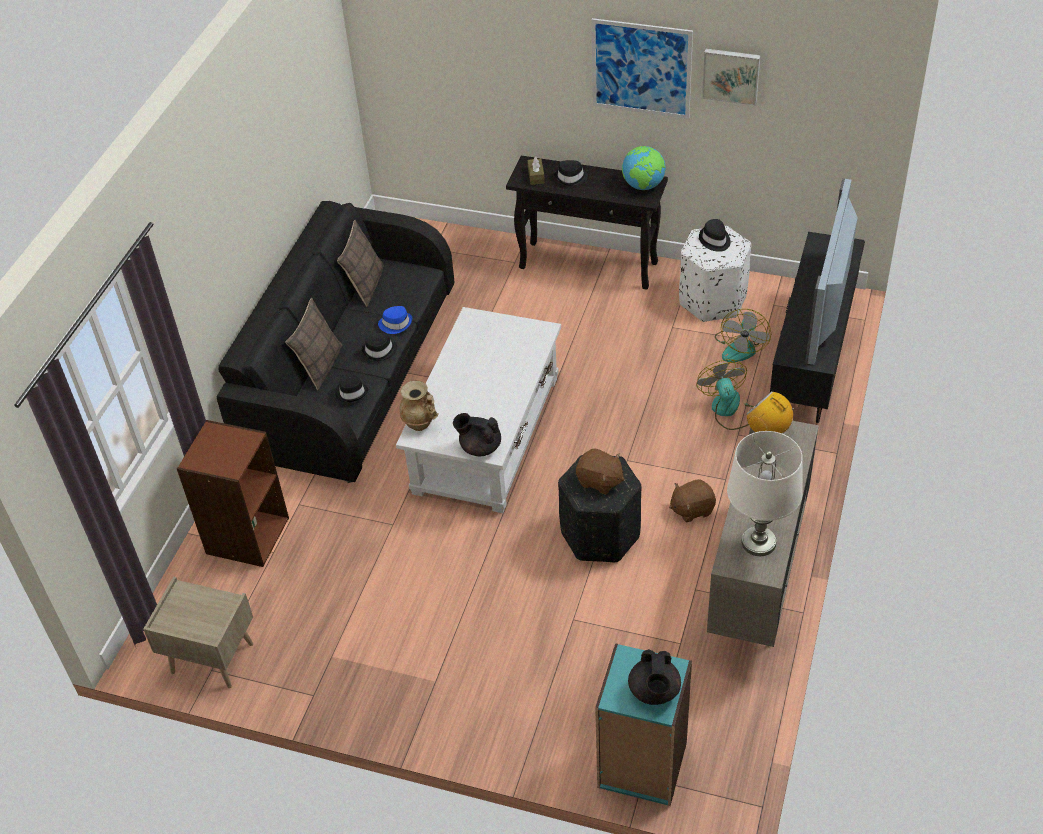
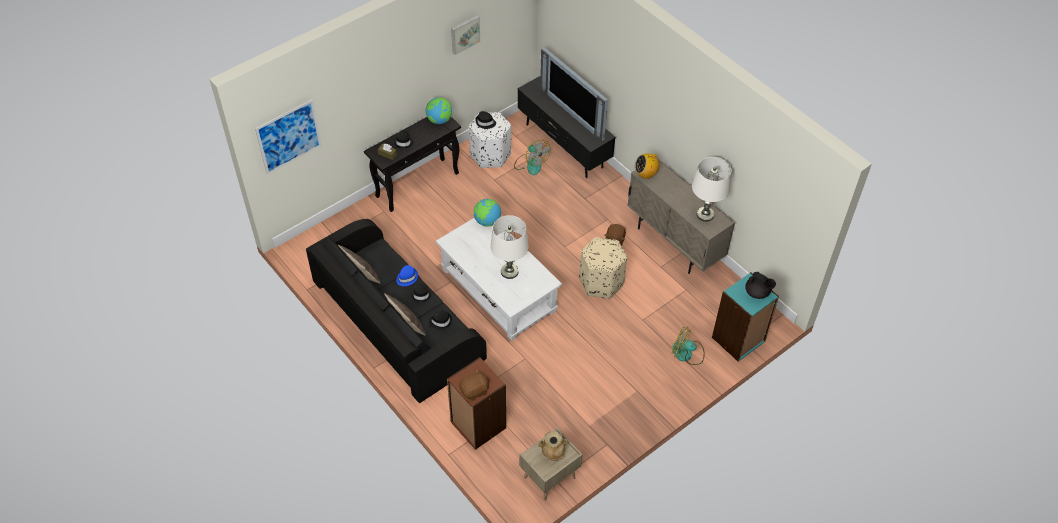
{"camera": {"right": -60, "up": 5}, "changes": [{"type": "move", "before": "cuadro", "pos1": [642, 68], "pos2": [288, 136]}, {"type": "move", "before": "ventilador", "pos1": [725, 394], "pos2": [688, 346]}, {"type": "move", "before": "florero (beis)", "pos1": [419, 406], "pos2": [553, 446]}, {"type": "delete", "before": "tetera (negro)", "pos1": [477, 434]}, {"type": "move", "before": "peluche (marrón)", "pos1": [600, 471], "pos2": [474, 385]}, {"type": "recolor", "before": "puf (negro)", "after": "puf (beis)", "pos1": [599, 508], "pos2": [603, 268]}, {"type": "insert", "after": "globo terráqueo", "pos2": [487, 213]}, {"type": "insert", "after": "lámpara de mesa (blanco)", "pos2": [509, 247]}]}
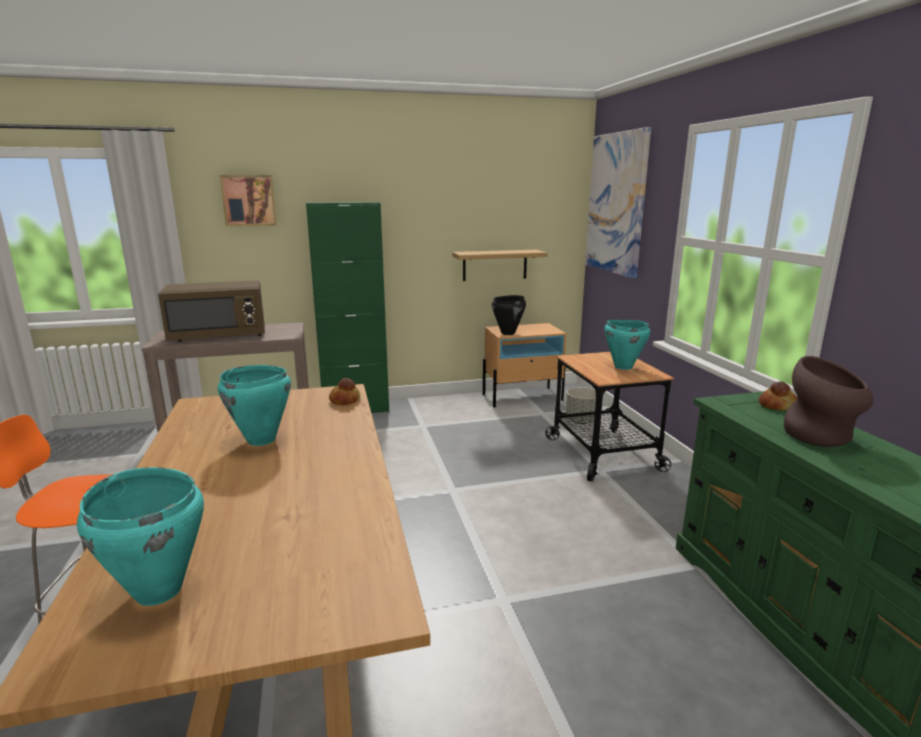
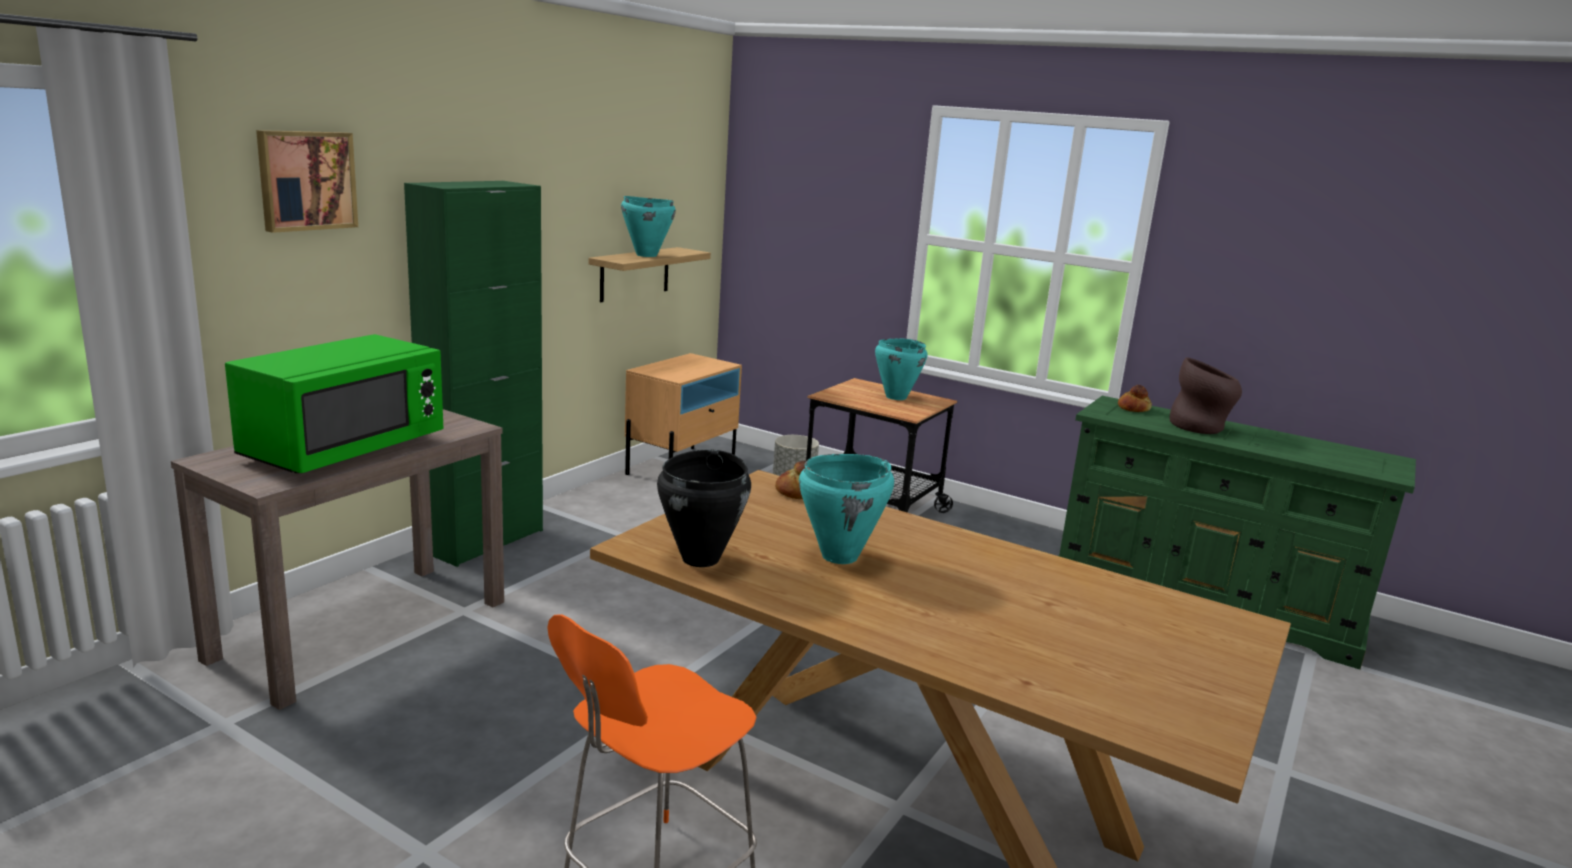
{"camera": {"right": -45, "up": 0}, "changes": [{"type": "delete", "before": "cuadro", "pos1": [618, 202]}, {"type": "recolor", "before": "microondas (marrón)", "after": "microondas (verde)", "pos1": [211, 311], "pos2": [334, 403]}, {"type": "move", "before": "olla (negro)", "pos1": [509, 315], "pos2": [704, 508]}, {"type": "move", "before": "olla (turquesa)", "pos1": [140, 536], "pos2": [648, 226]}]}
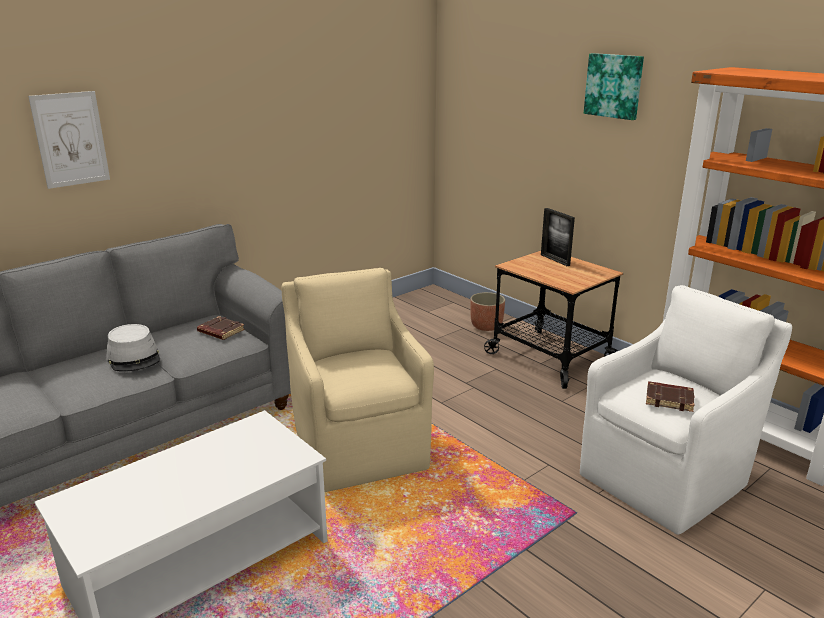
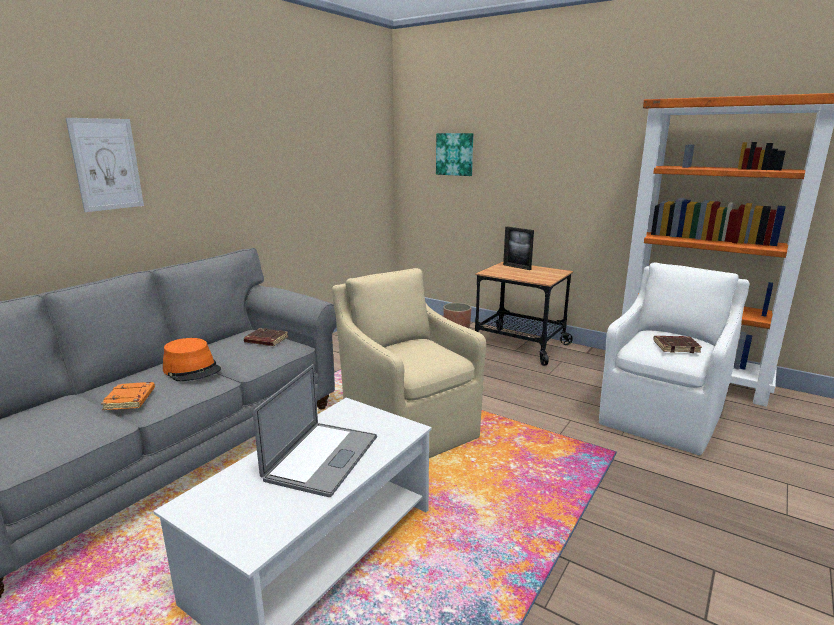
{"camera": {"right": -15, "up": -5}, "changes": [{"type": "move", "before": "cuadro", "pos1": [614, 86], "pos2": [454, 154]}, {"type": "recolor", "before": "sombrero (gris)", "after": "sombrero (naranja)", "pos1": [134, 347], "pos2": [192, 359]}, {"type": "insert", "after": "portátil", "pos2": [315, 430]}, {"type": "insert", "after": "libro (naranja)", "pos2": [128, 396]}]}
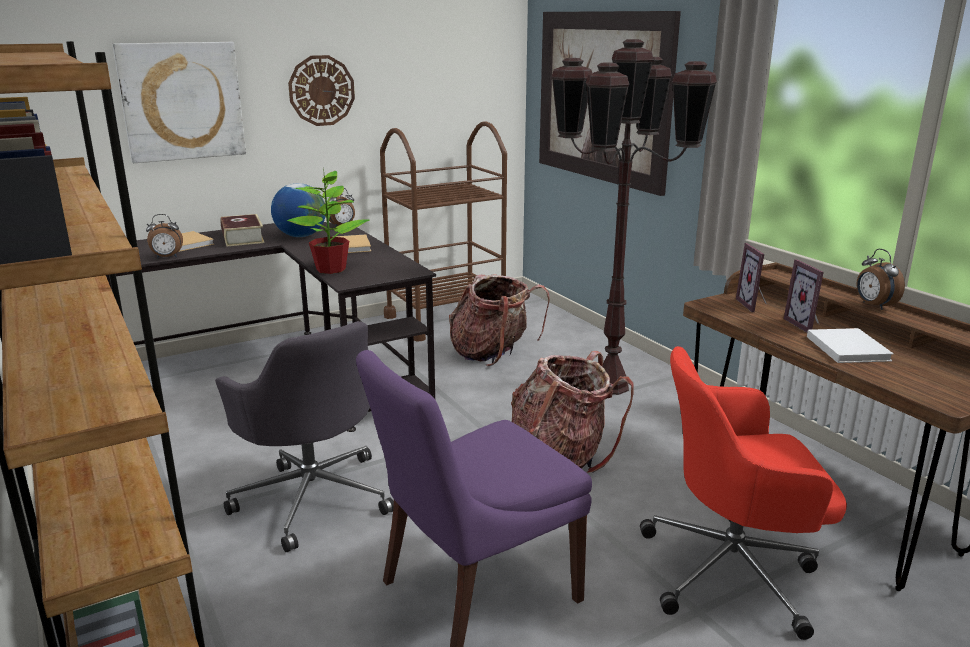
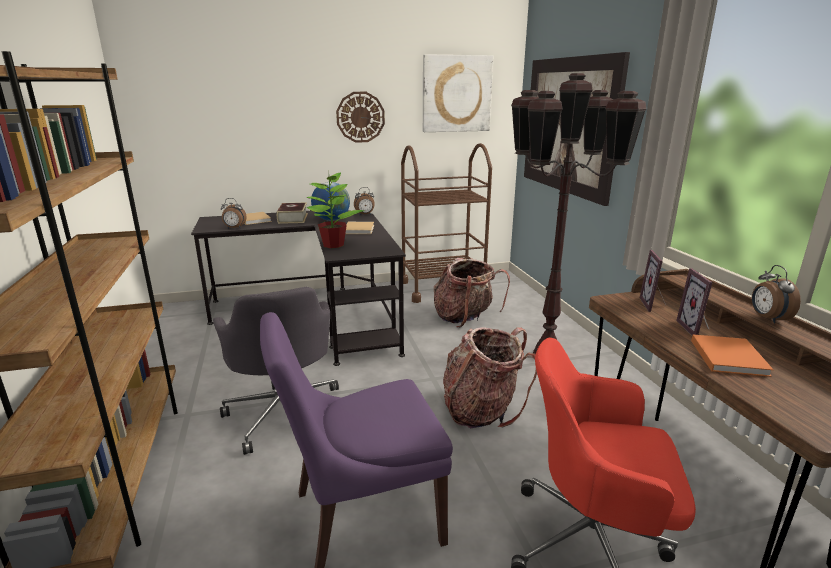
{"camera": {"right": 15, "up": 0}, "changes": [{"type": "move", "before": "cuadro", "pos1": [179, 102], "pos2": [458, 93]}, {"type": "recolor", "before": "libro (blanco)", "after": "libro (naranja)", "pos1": [850, 345], "pos2": [732, 355]}]}
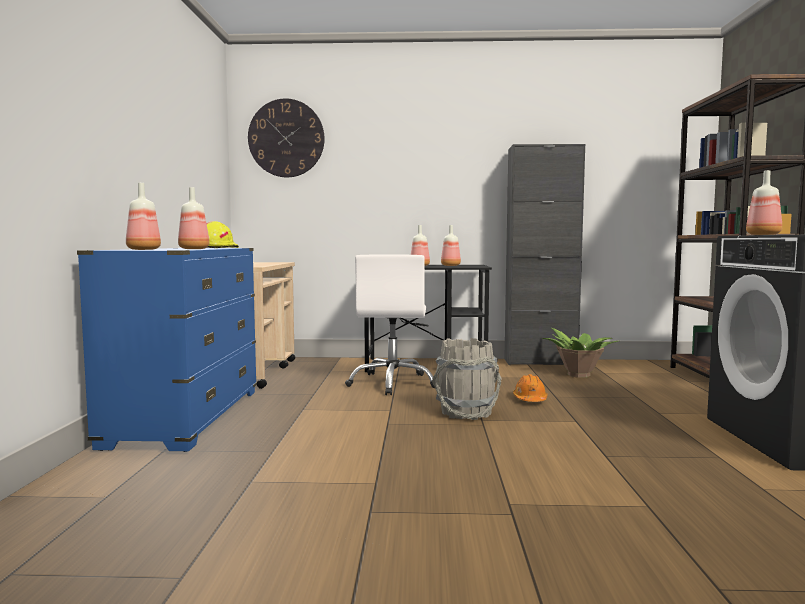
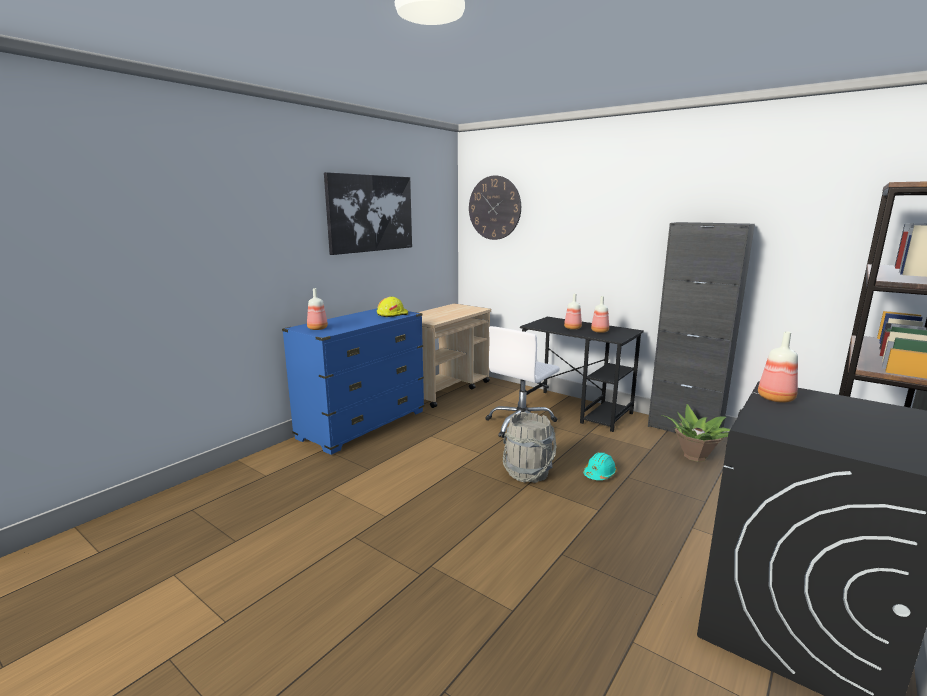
{"camera": {"right": 35, "up": 10}, "changes": [{"type": "delete", "before": "botella", "pos1": [194, 218]}, {"type": "recolor", "before": "casco (naranja)", "after": "casco (turquesa)", "pos1": [530, 388], "pos2": [600, 466]}, {"type": "insert", "after": "cuadro", "pos2": [368, 213]}]}
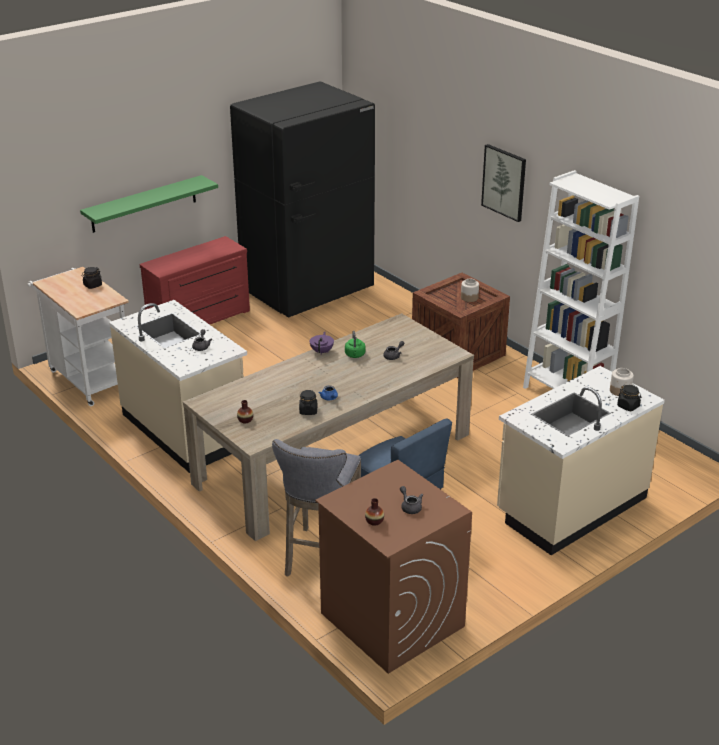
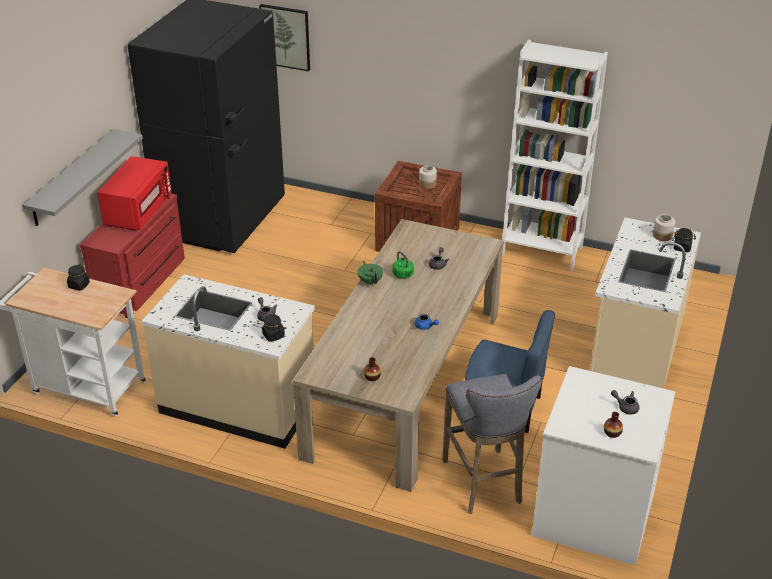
{"camera": {"right": -30, "up": 5}, "changes": [{"type": "move", "before": "cuadro", "pos1": [503, 183], "pos2": [284, 37]}, {"type": "recolor", "before": "estante (verde)", "after": "estante (gris)", "pos1": [149, 204], "pos2": [83, 177]}, {"type": "recolor", "before": "tetera (morado)", "after": "tetera (verde)", "pos1": [322, 343], "pos2": [370, 272]}, {"type": "move", "before": "tarro (negro)", "pos1": [308, 402], "pos2": [273, 328]}, {"type": "recolor", "before": "lavadora (marrón)", "after": "lavadora (blanco)", "pos1": [393, 567], "pos2": [603, 466]}, {"type": "insert", "after": "microondas (rojo)", "pos2": [134, 193]}]}
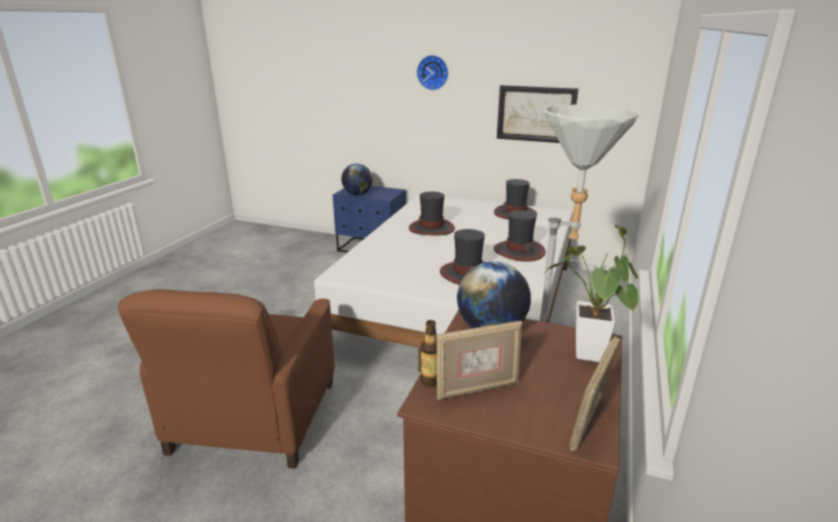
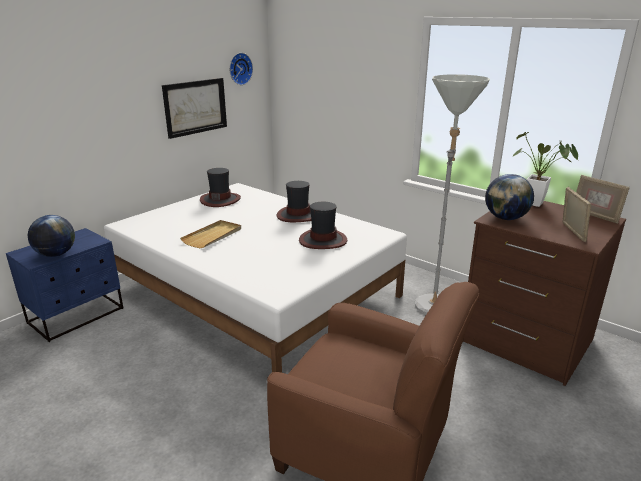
{"camera": {"right": -70, "up": 0}, "changes": [{"type": "move", "before": "reloj de pared", "pos1": [432, 72], "pos2": [241, 69]}, {"type": "replace", "before": "sombrero", "after": "bandeja (beis)", "pos1": [432, 213], "pos2": [210, 234]}, {"type": "delete", "before": "botella", "pos1": [428, 353]}]}
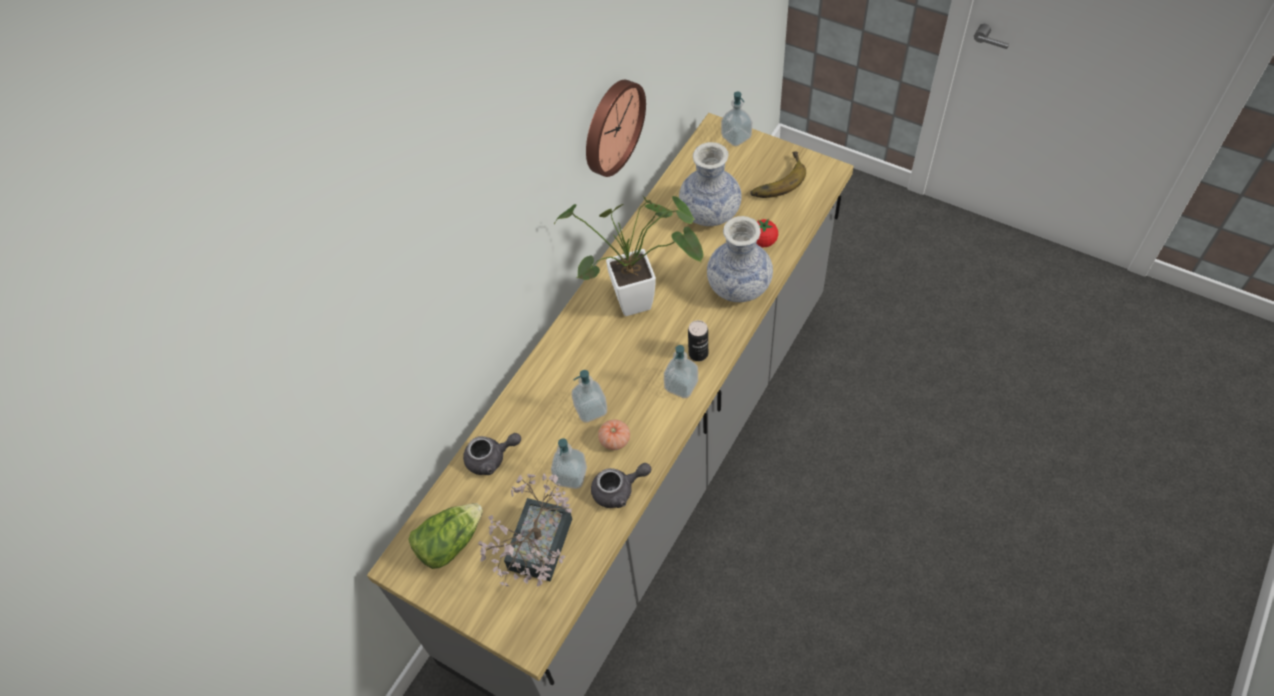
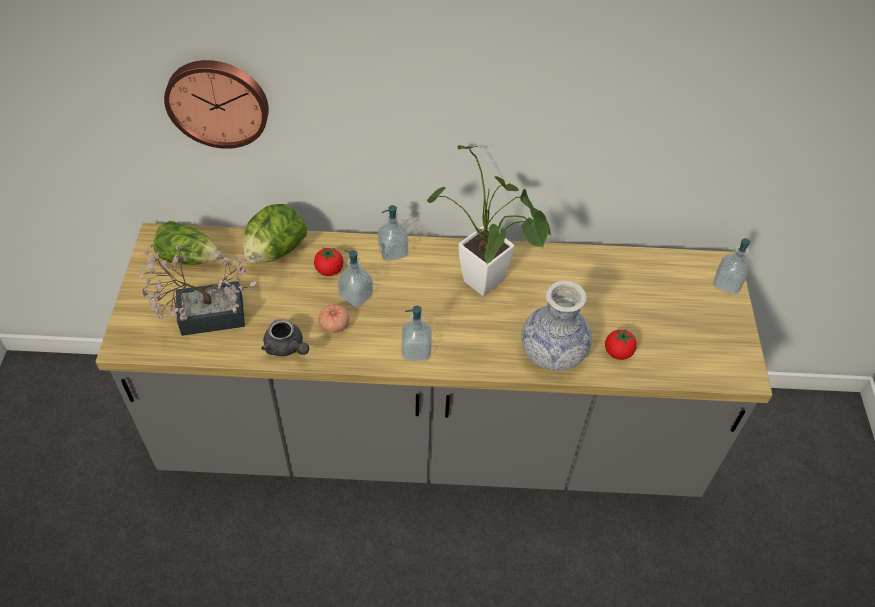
{"camera": {"right": 55, "up": -5}, "changes": [{"type": "move", "before": "reloj de pared", "pos1": [616, 128], "pos2": [216, 104]}, {"type": "delete", "before": "florero", "pos1": [710, 184]}, {"type": "delete", "before": "plátano", "pos1": [778, 175]}, {"type": "delete", "before": "lata", "pos1": [698, 340]}, {"type": "replace", "before": "tetera (gris)", "after": "lechuga", "pos1": [492, 454], "pos2": [275, 234]}, {"type": "move", "before": "dispensador de jabón", "pos1": [569, 463], "pos2": [393, 233]}, {"type": "insert", "after": "tomate", "pos2": [328, 261]}]}
